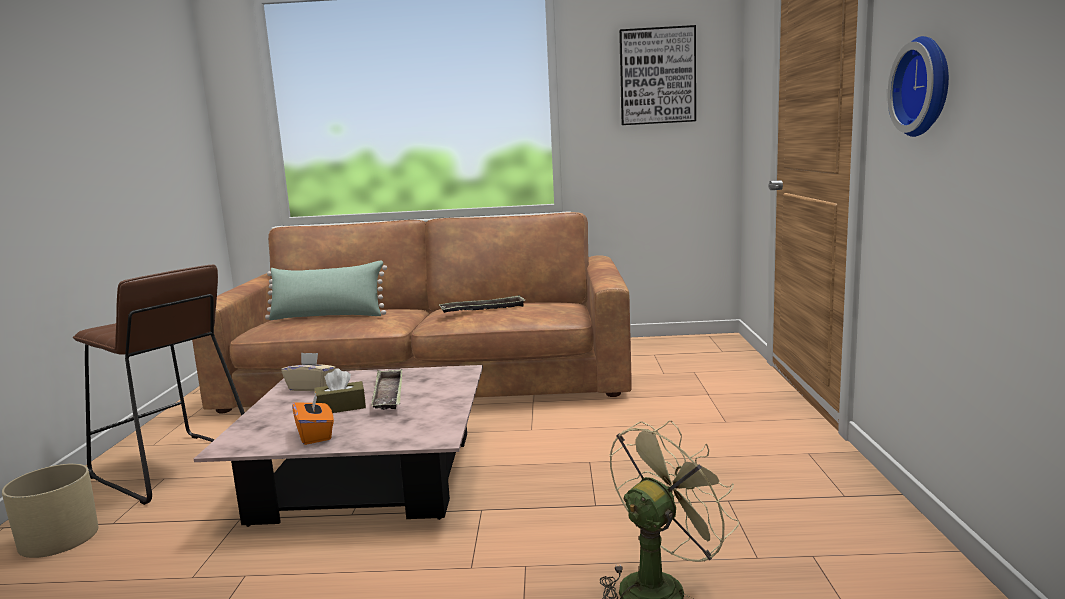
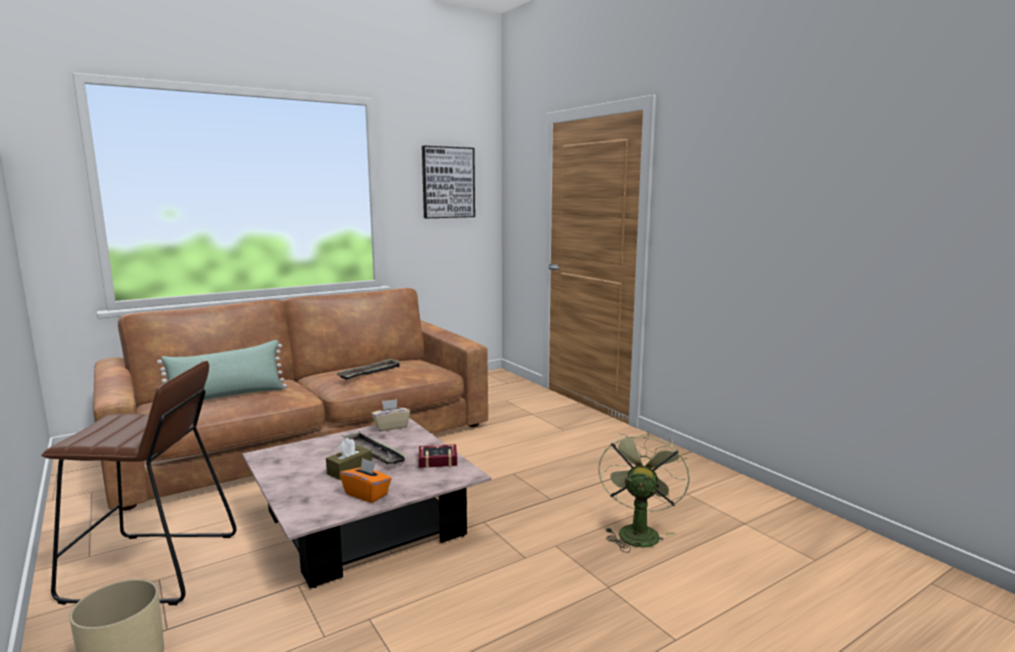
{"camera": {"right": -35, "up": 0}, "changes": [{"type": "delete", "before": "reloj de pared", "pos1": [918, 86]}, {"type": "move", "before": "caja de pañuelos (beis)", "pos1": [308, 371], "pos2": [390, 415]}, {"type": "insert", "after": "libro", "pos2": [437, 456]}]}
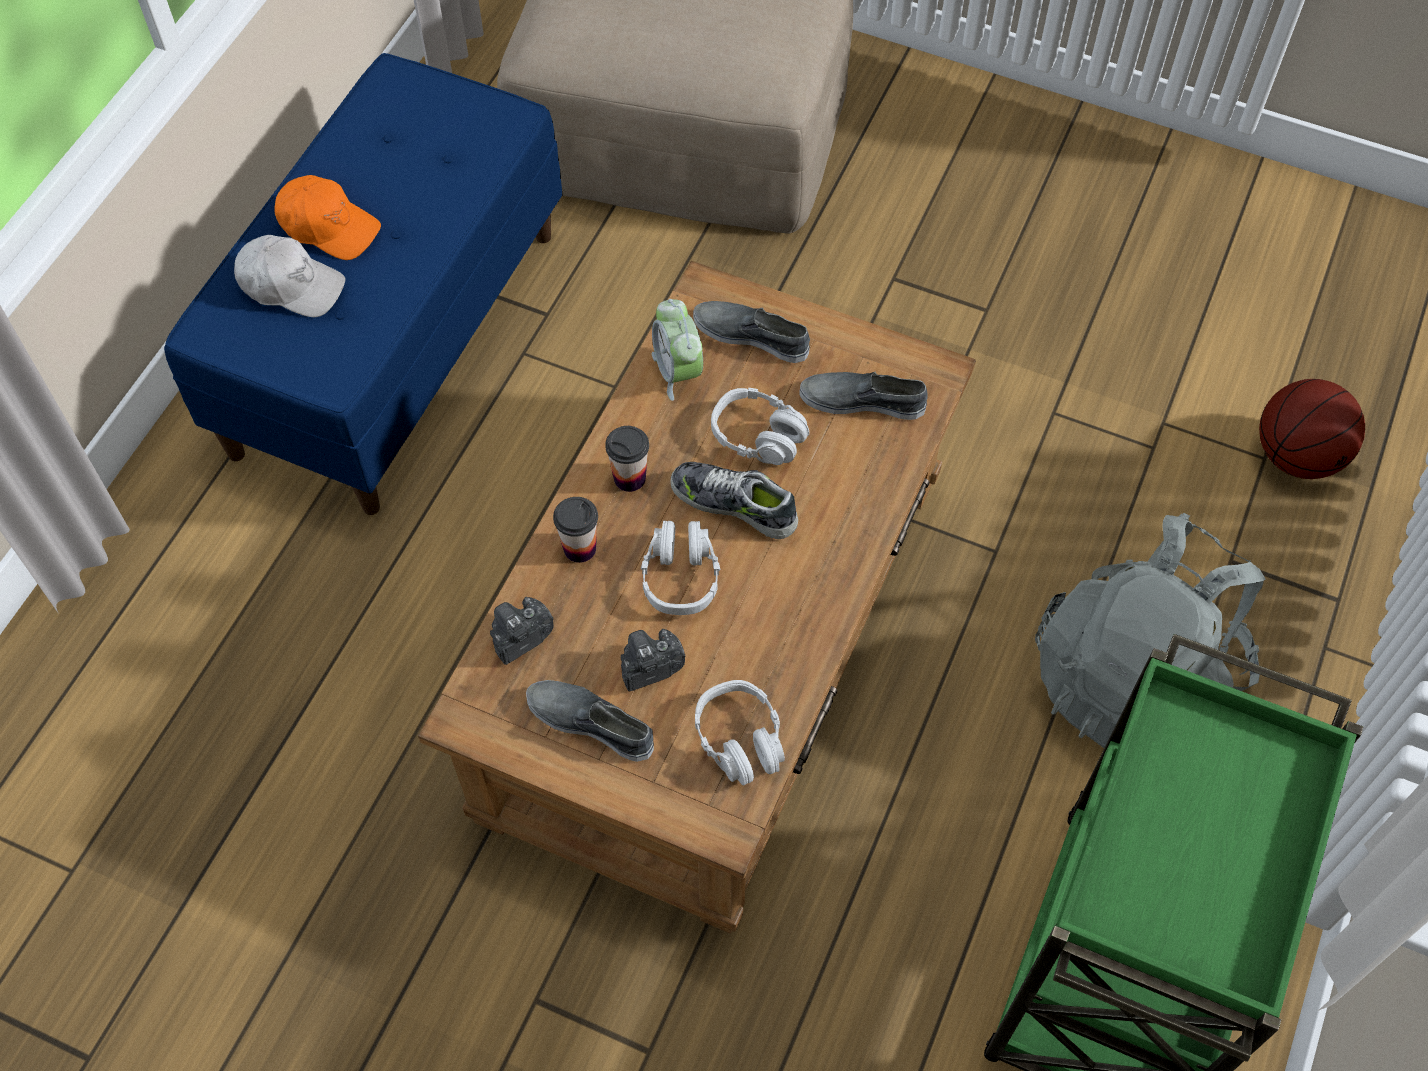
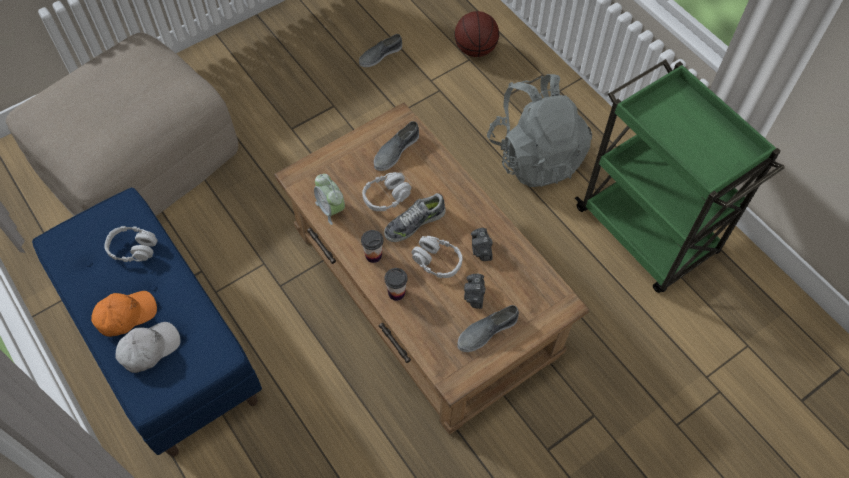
{"camera": {"right": -60, "up": 0}, "changes": [{"type": "rotate", "before": "despertador", "pos1": [677, 350], "pos2": [329, 199], "turn": 45}, {"type": "move", "before": "zapato (gris)", "pos1": [751, 332], "pos2": [380, 50]}, {"type": "move", "before": "cámara", "pos1": [521, 631], "pos2": [482, 244]}, {"type": "move", "before": "auriculares (gris)", "pos1": [740, 733], "pos2": [131, 244]}]}
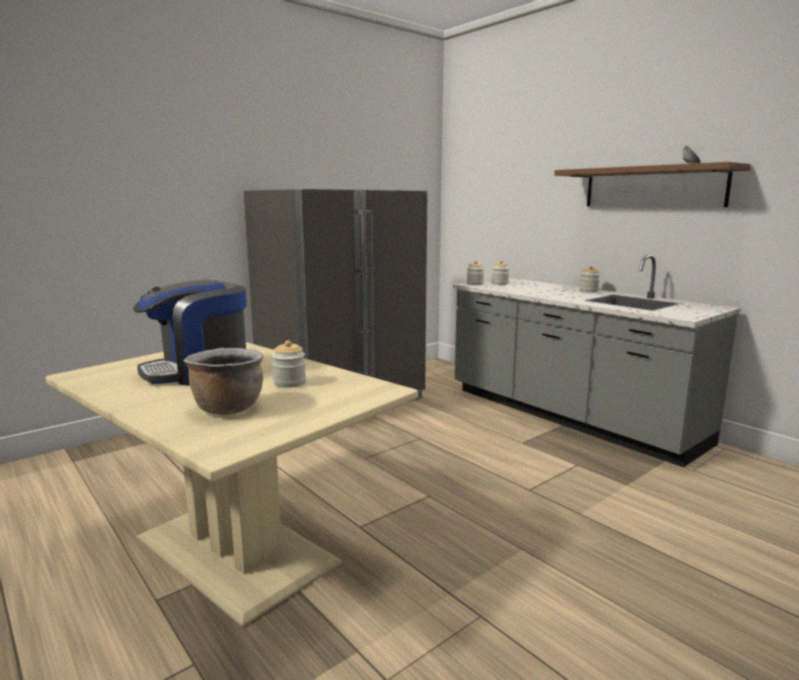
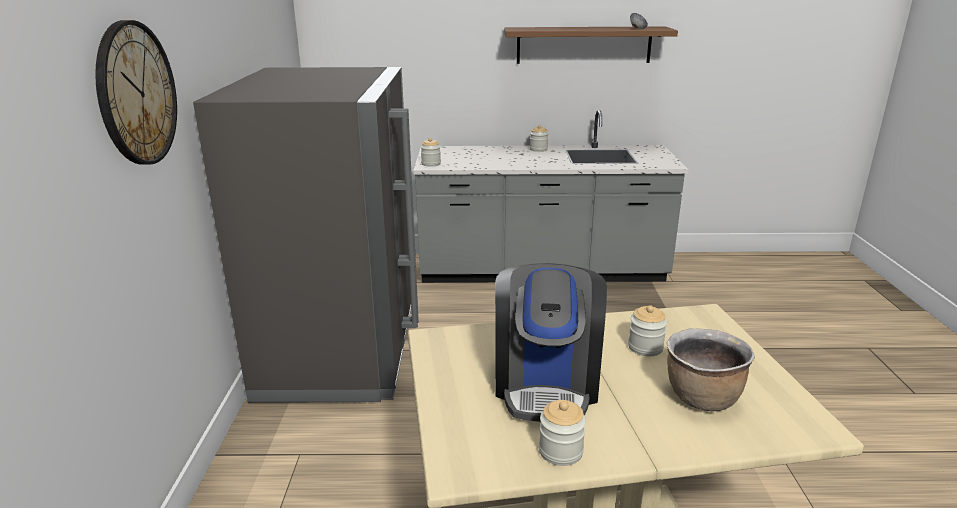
{"camera": {"right": -50, "up": 10}, "changes": [{"type": "move", "before": "tarro", "pos1": [500, 272], "pos2": [562, 433]}, {"type": "insert", "after": "reloj de pared", "pos2": [136, 92]}]}
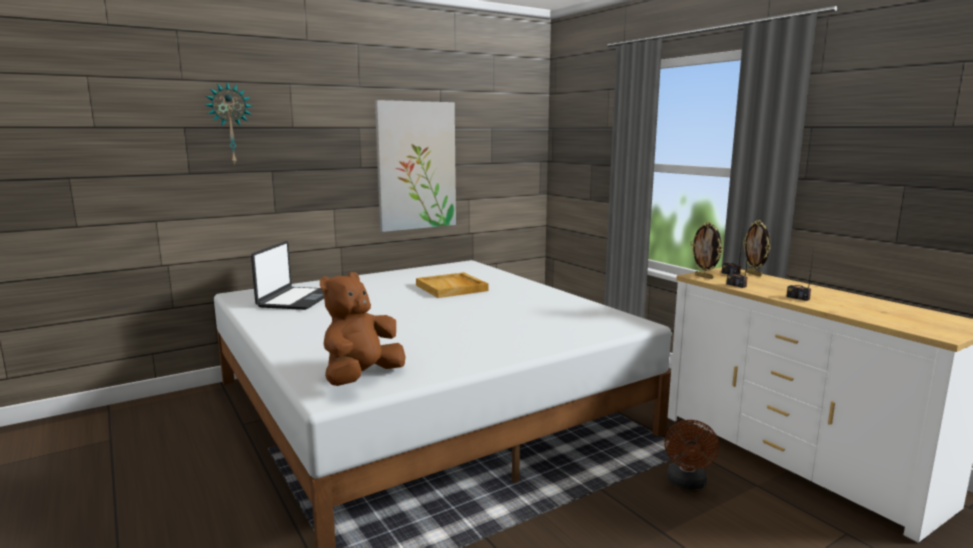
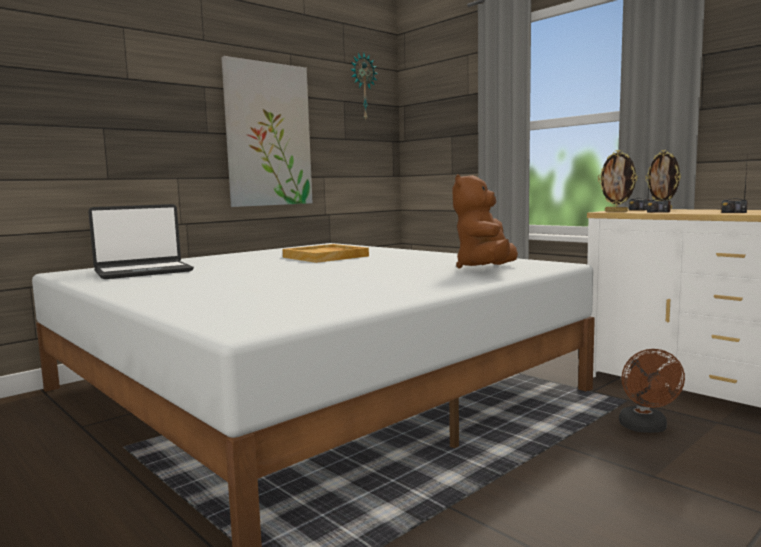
{"camera": {"right": -10, "up": -5}, "changes": [{"type": "move", "before": "reloj de pared", "pos1": [229, 123], "pos2": [364, 86]}, {"type": "rotate", "before": "portátil", "pos1": [287, 275], "pos2": [141, 241], "turn": 60}, {"type": "move", "before": "peluche (marrón)", "pos1": [363, 329], "pos2": [485, 221]}]}
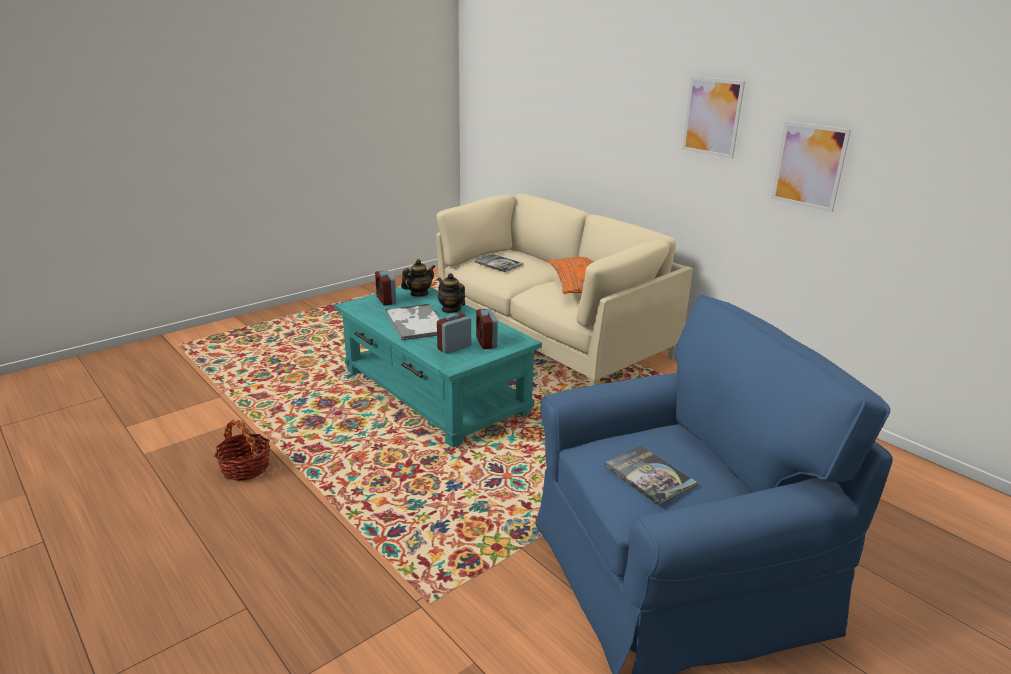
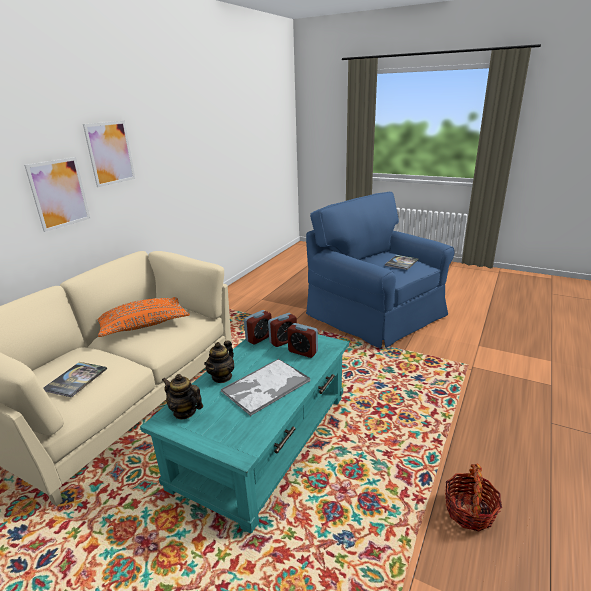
{"camera": {"right": -110, "up": 0}, "changes": [{"type": "move", "before": "cuadro", "pos1": [811, 166], "pos2": [57, 194]}, {"type": "move", "before": "despertador", "pos1": [385, 288], "pos2": [258, 327]}]}
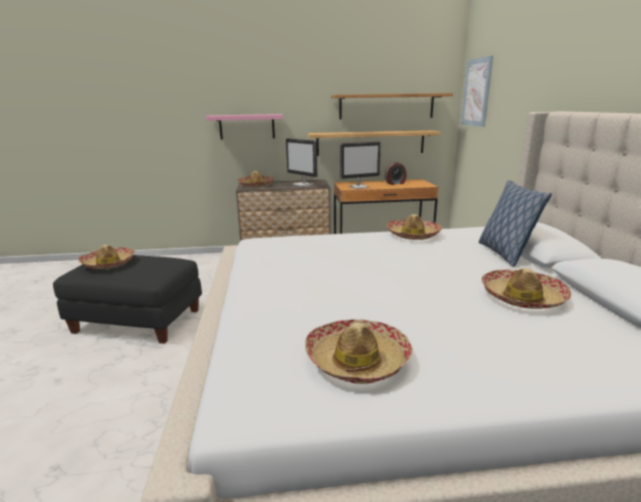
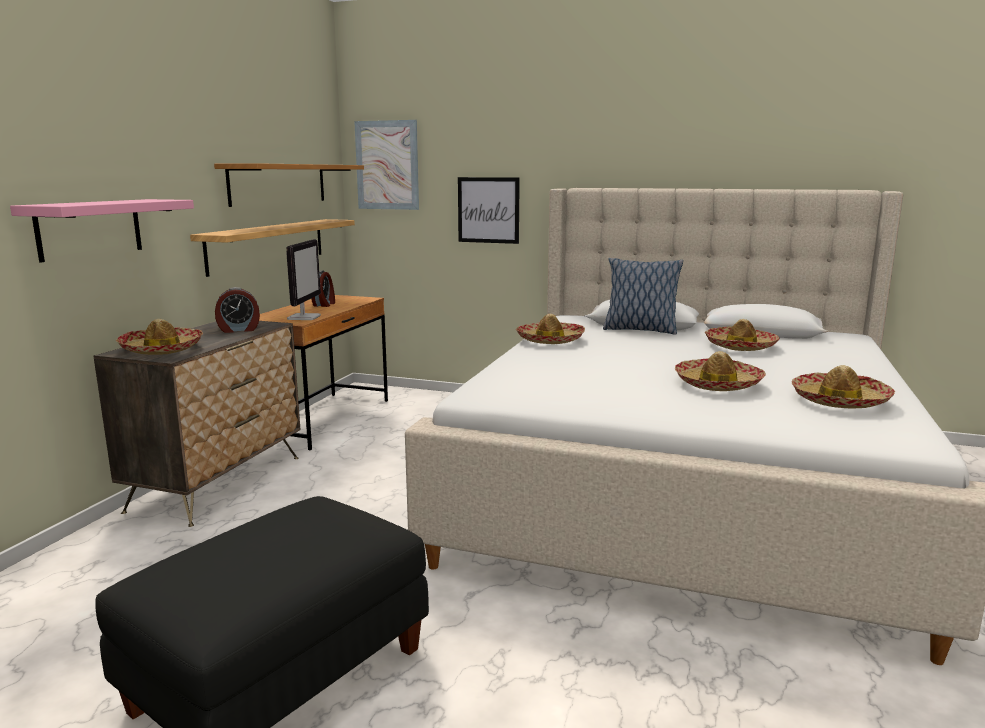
{"camera": {"right": -65, "up": -5}, "changes": [{"type": "replace", "before": "monitor", "after": "despertador", "pos1": [302, 162], "pos2": [237, 310]}, {"type": "move", "before": "sombrero", "pos1": [106, 257], "pos2": [720, 371]}, {"type": "insert", "after": "cuadro", "pos2": [489, 210]}]}
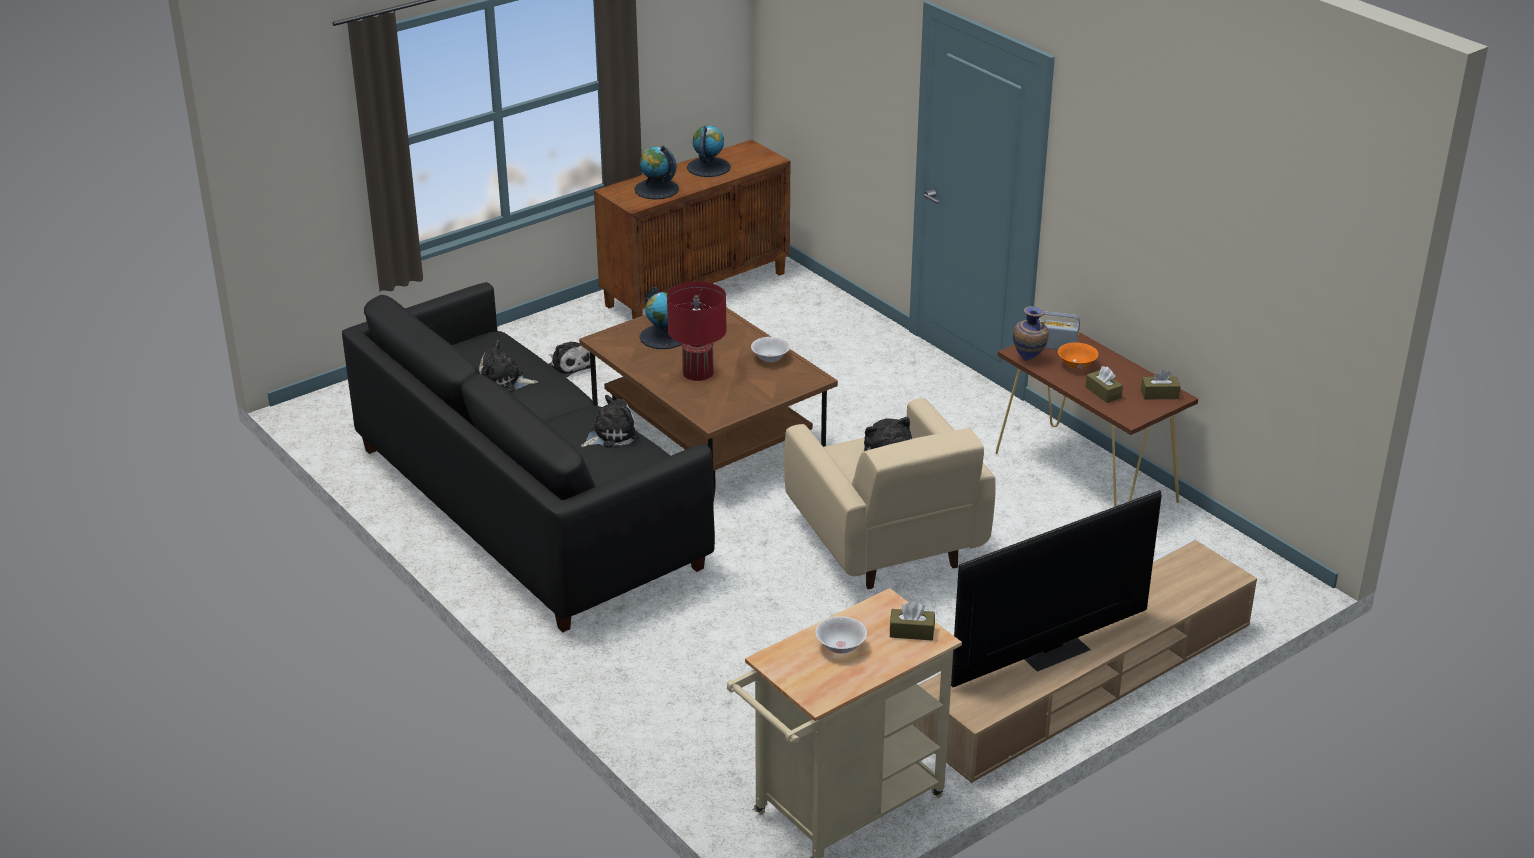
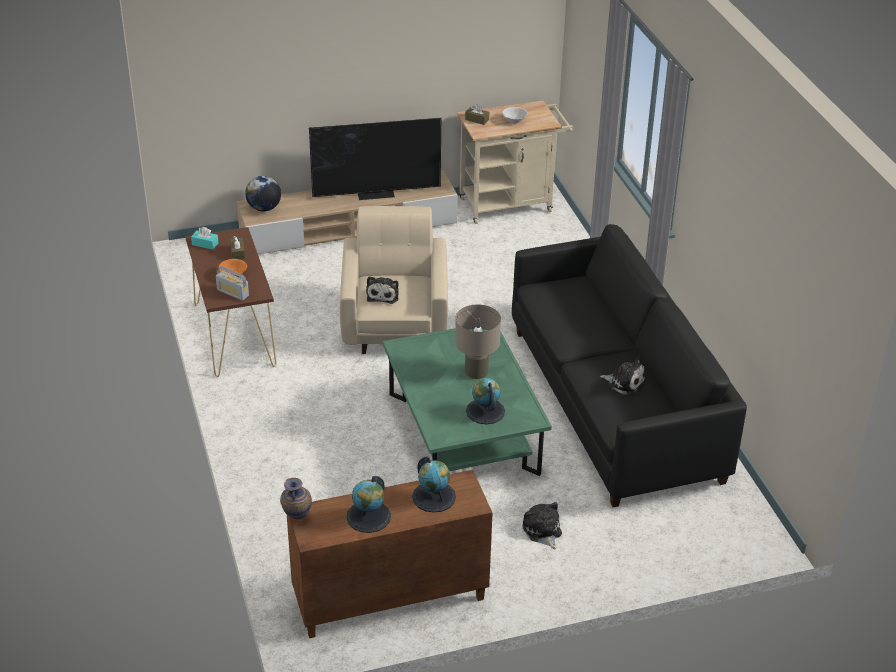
{"camera": {"right": -160, "up": 5}, "changes": [{"type": "recolor", "before": "lámpara de mesa (rojo)", "after": "lámpara de mesa (beis)", "pos1": [697, 331], "pos2": [478, 341]}, {"type": "move", "before": "florero", "pos1": [1031, 333], "pos2": [296, 499]}, {"type": "recolor", "before": "mesa de centro (marrón)", "after": "mesa de centro (verde)", "pos1": [708, 405], "pos2": [467, 402]}, {"type": "delete", "before": "cuenco (blanco)", "pos1": [770, 350]}, {"type": "recolor", "before": "caja de pañuelos (marrón)", "after": "caja de pañuelos (turquesa)", "pos1": [1161, 384], "pos2": [205, 238]}, {"type": "delete", "before": "peluche", "pos1": [610, 421]}, {"type": "insert", "after": "globo terráqueo", "pos2": [263, 194]}]}
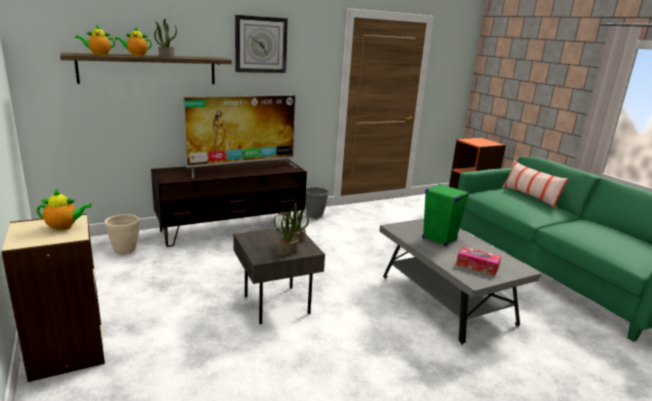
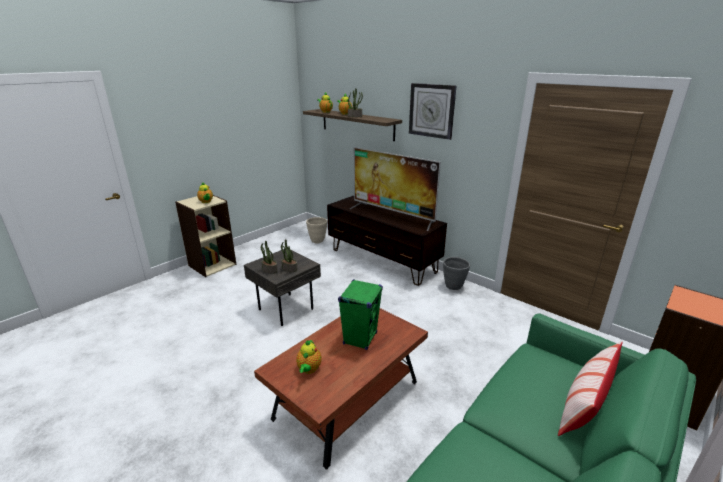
{"camera": {"right": 70, "up": 5}, "changes": [{"type": "recolor", "before": "mesa de centro (gris)", "after": "mesa de centro (marrón)", "pos1": [460, 282], "pos2": [341, 389]}, {"type": "replace", "before": "caja de pañuelos", "after": "tetera", "pos1": [478, 261], "pos2": [309, 356]}]}
